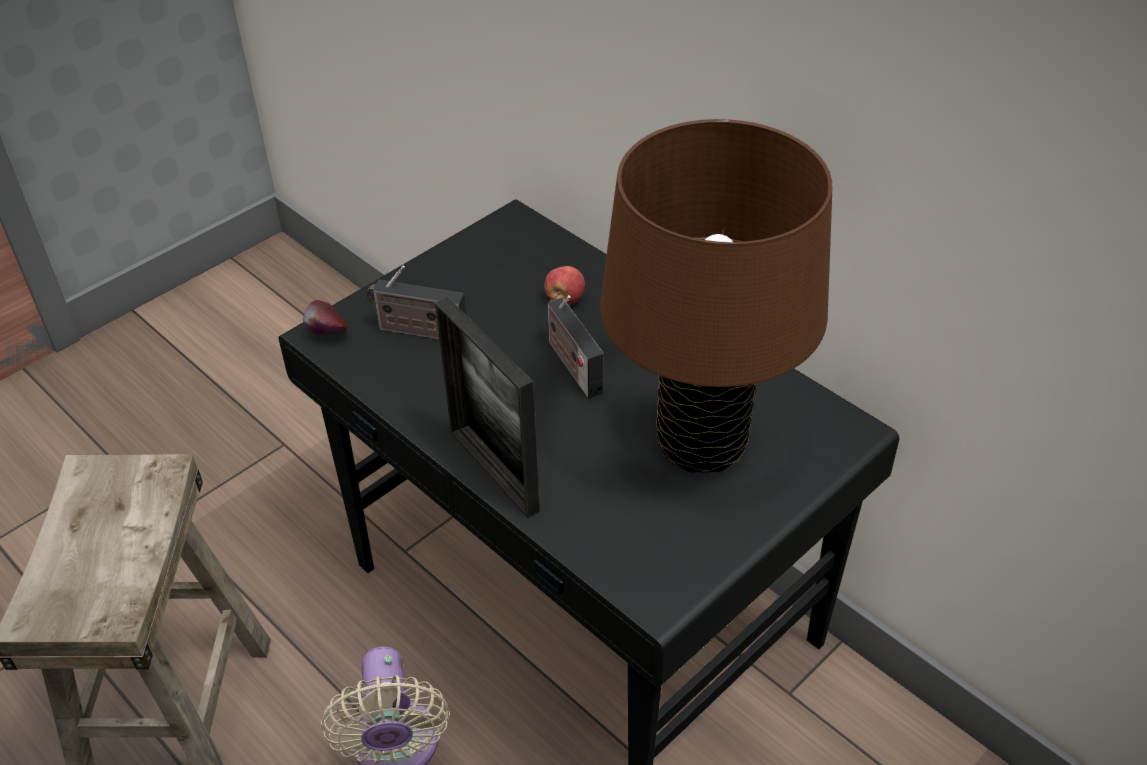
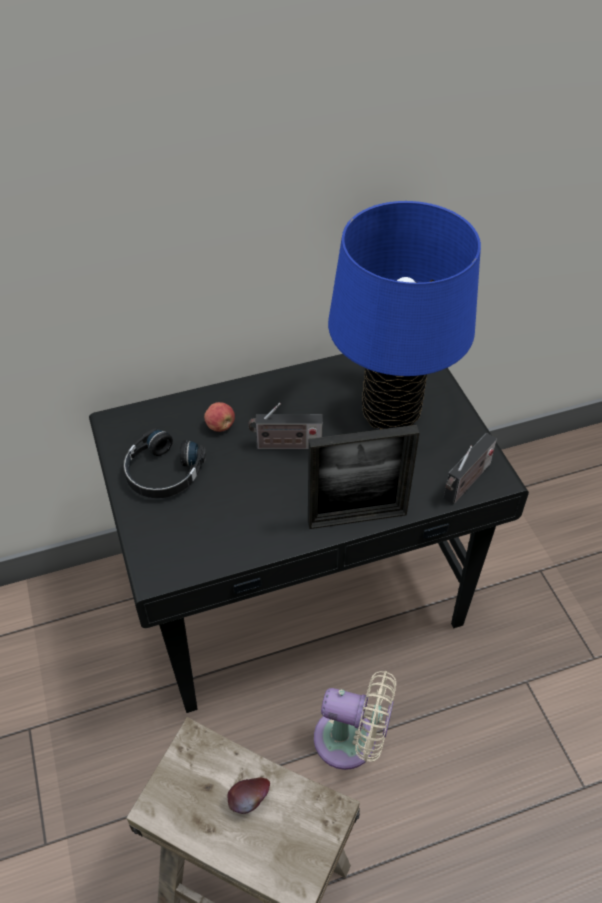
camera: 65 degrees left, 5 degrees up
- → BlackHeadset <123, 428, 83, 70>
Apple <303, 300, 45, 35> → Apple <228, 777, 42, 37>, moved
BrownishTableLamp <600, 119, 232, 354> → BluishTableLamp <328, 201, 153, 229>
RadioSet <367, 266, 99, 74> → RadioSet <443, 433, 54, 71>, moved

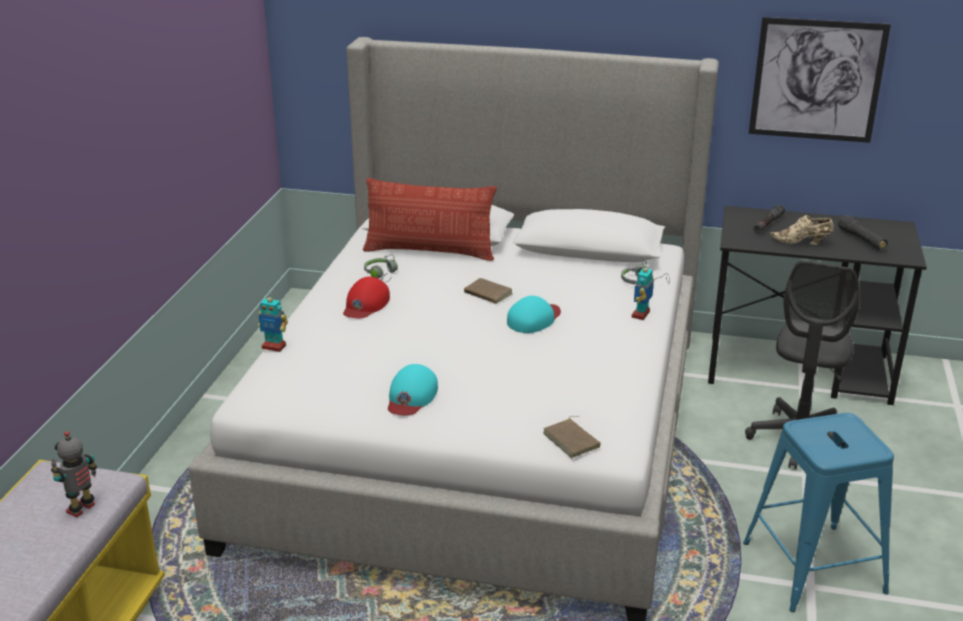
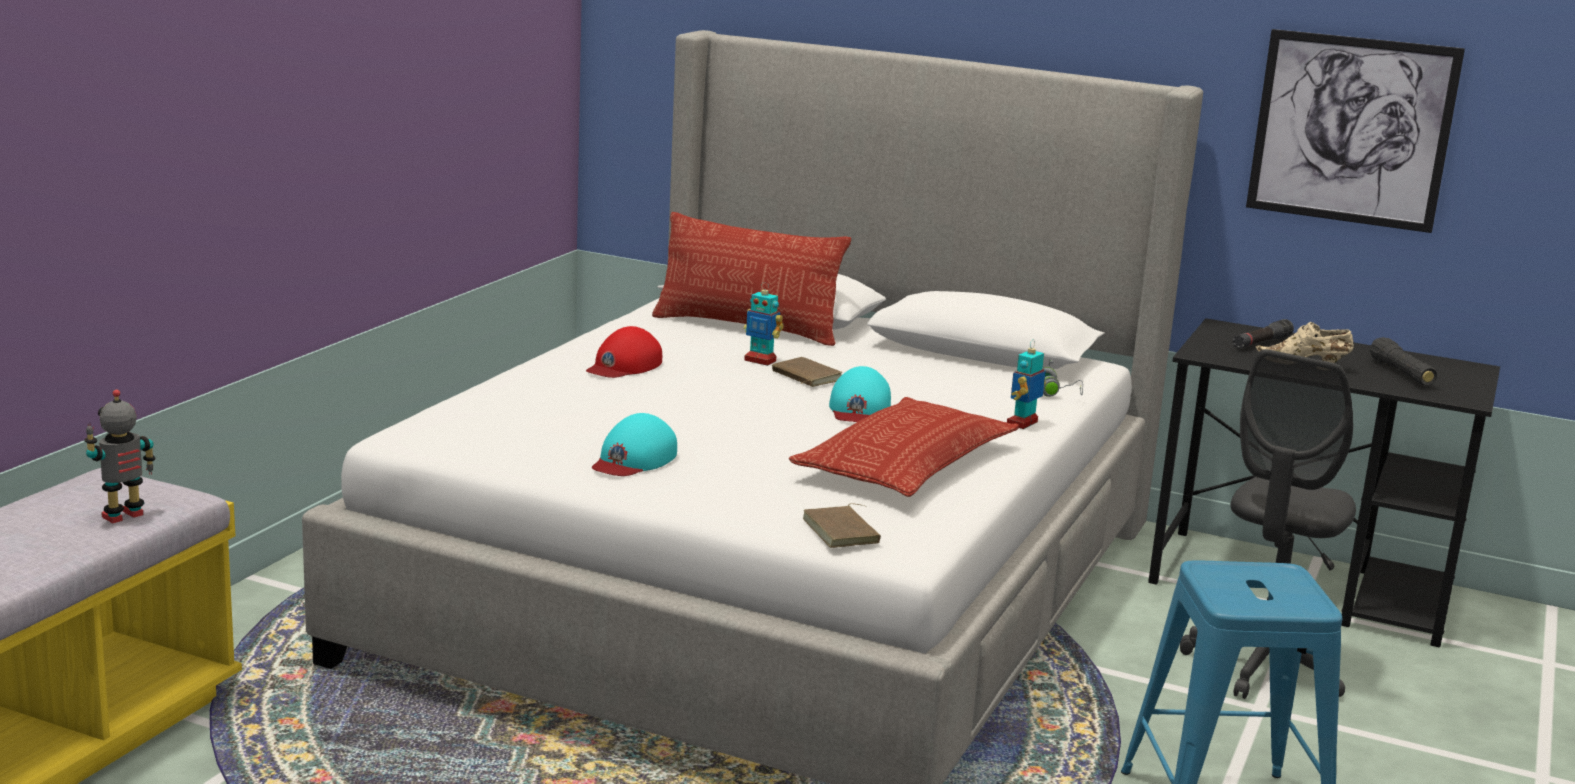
camera: 10 degrees right, 10 degrees down
ModelRobot <258, 297, 30, 55> → ModelRobot <744, 282, 40, 84>, moved
- → Pillow <789, 397, 230, 100>
TurquoiseColouredBaseballCap <507, 296, 54, 37> → TurquoiseColouredBaseballCap <829, 366, 62, 56>, 135 degrees clockwise
GrayHeadset <364, 255, 34, 28> → -

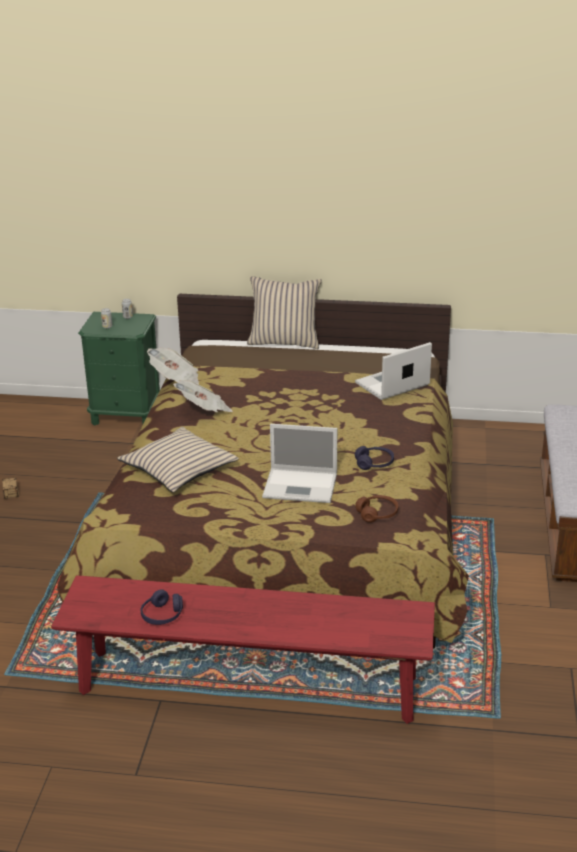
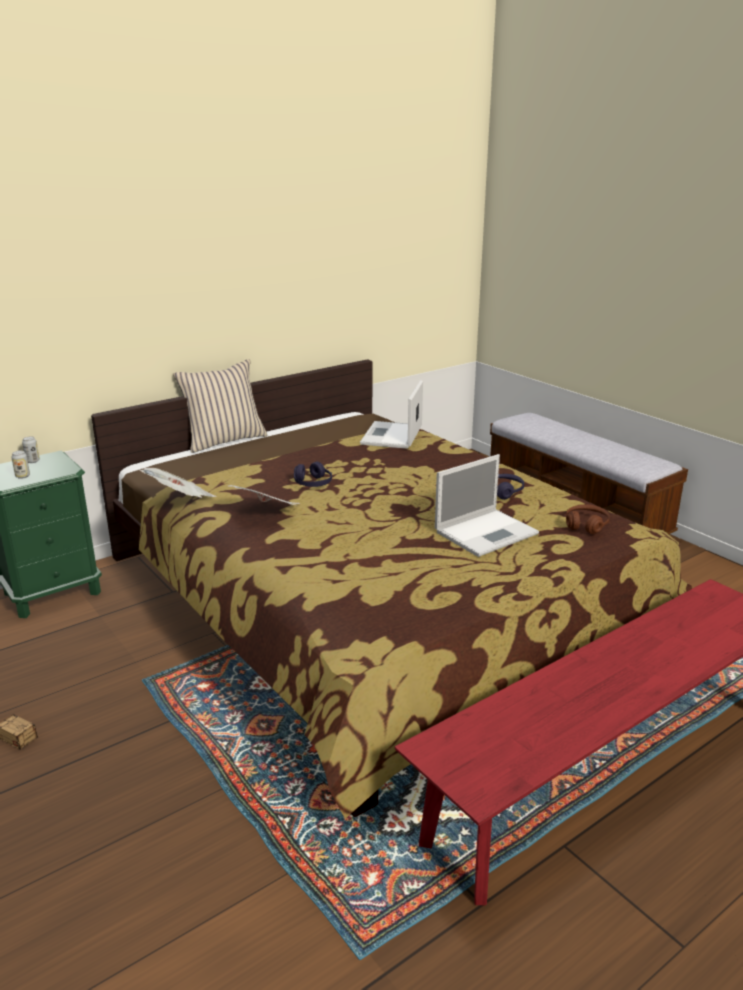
camera: 45 degrees left, 5 degrees down
PurplishHeadset <141, 589, 42, 36> → PurplishHeadset <294, 462, 38, 25>, moved
BeigePillow <117, 427, 122, 65> → -

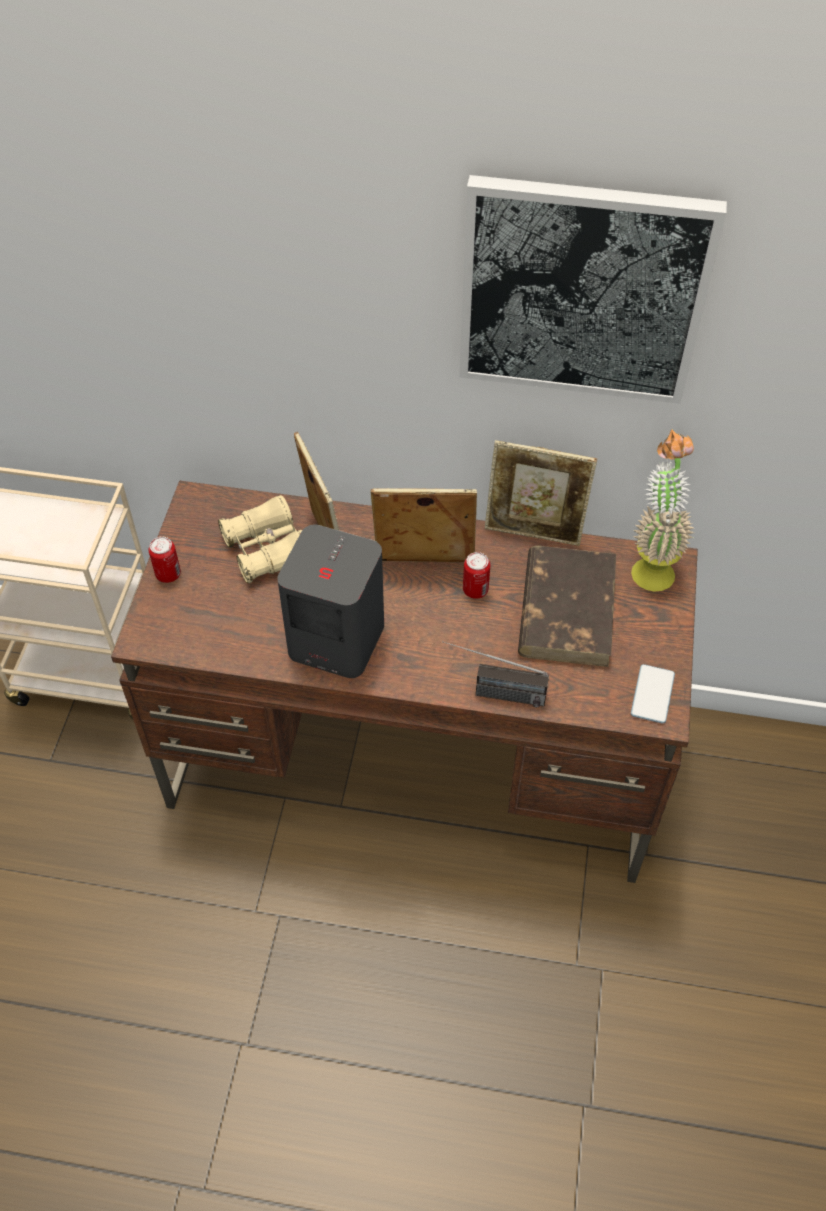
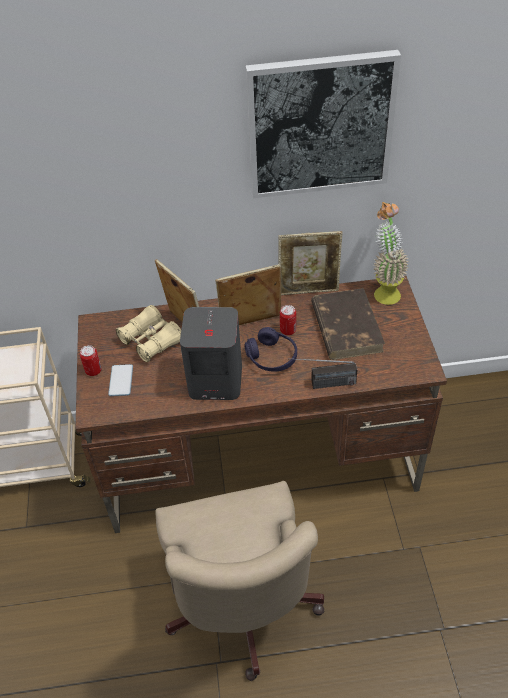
camera: 15 degrees left, 5 degrees down
Telephone <631, 664, 44, 60> → Telephone <108, 364, 25, 32>, moved
- → BeigeOfficeChair <156, 481, 168, 200>
- → PurplishHeadset <244, 327, 53, 45>

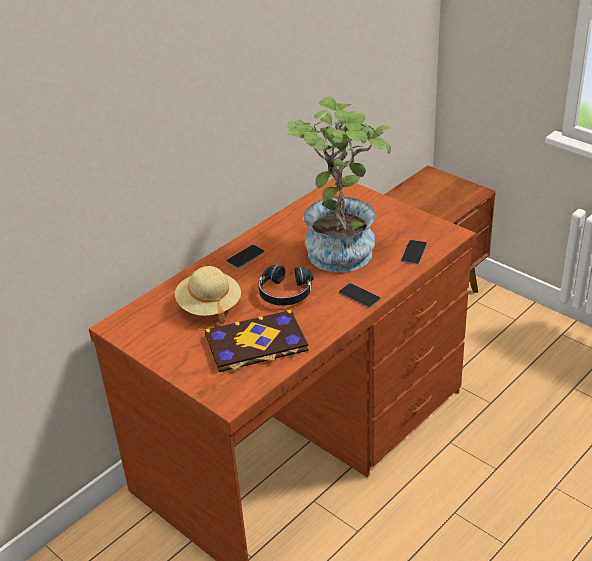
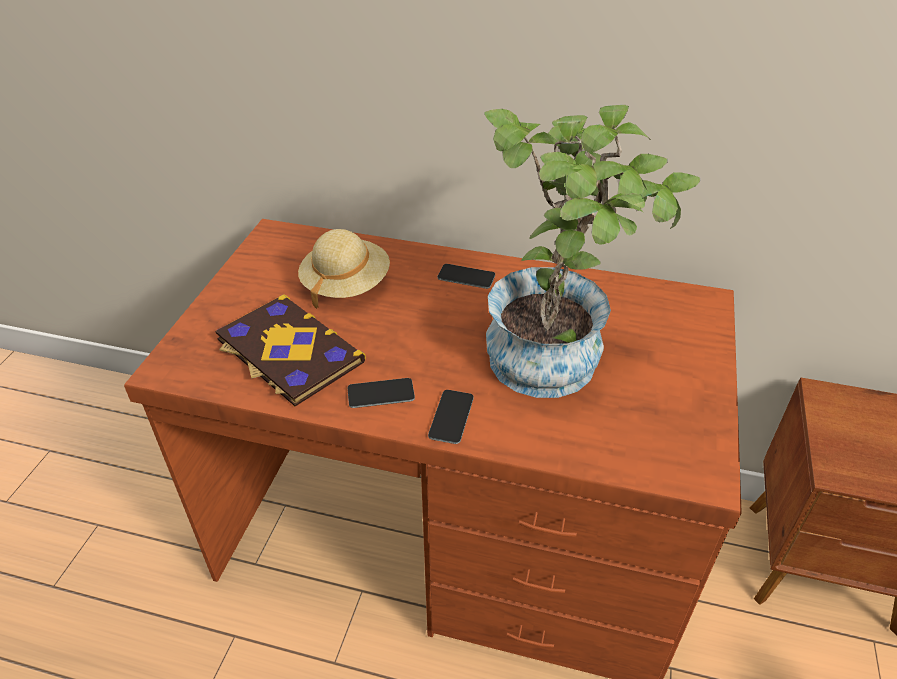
camera: 60 degrees right, 5 degrees up
Telephone <401, 240, 26, 24> → Telephone <348, 378, 67, 30>, moved
BlackHeadset <258, 265, 56, 41> → -

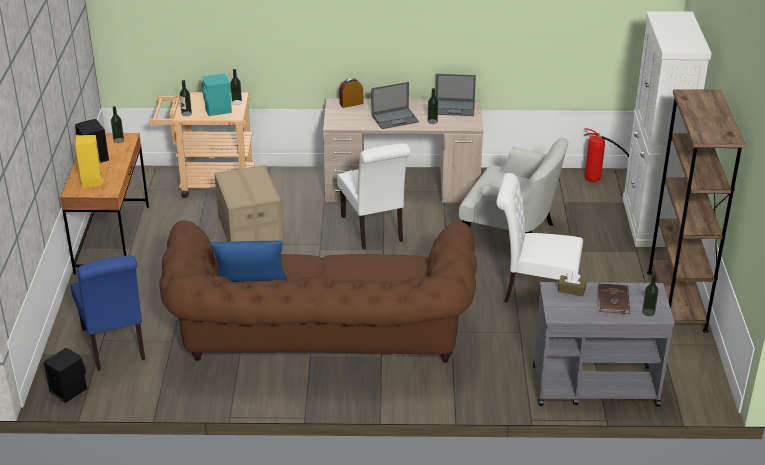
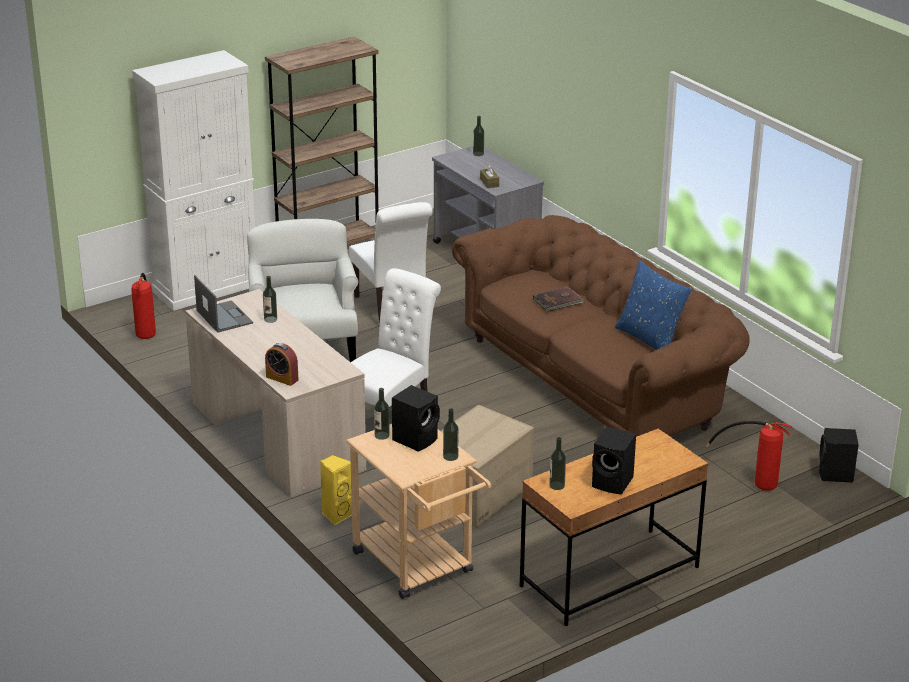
camera: 125 degrees left, 5 degrees down
YellowSpeaker <75, 135, 27, 53> → YellowSpeaker <320, 455, 32, 70>, moved
TurquoiseColouredSpeaker <202, 73, 30, 43> → BlackSpeaker <392, 385, 48, 67>
BrownishVolume <597, 283, 33, 31> → BrownishVolume <533, 286, 51, 26>, moved
BluishPlainChair <70, 255, 75, 116> → Extinguisher <706, 421, 86, 70>
PortableComputer <371, 82, 48, 47> → -

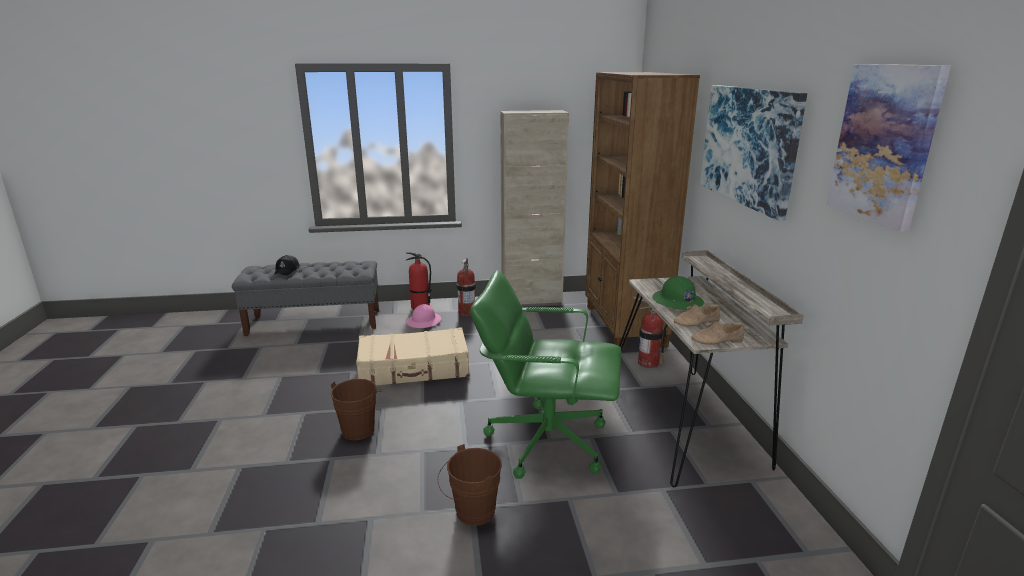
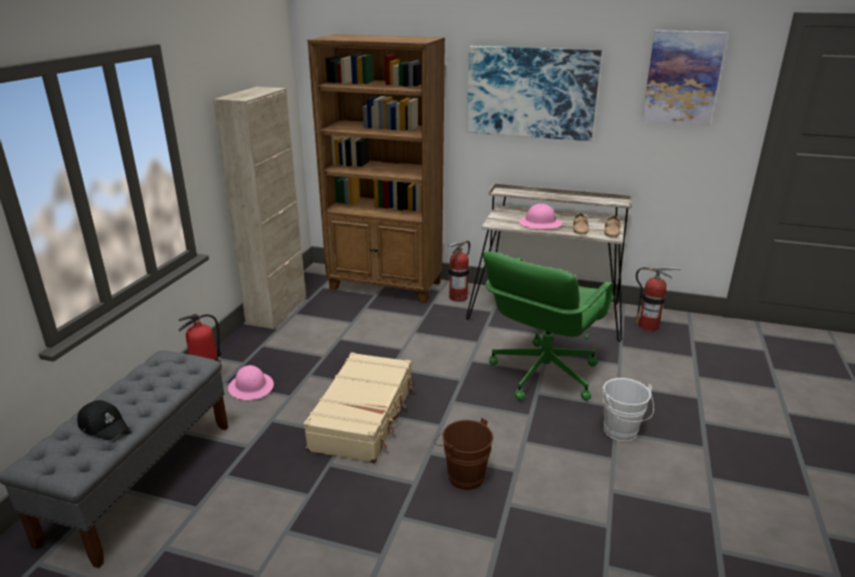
camera: 65 degrees left, 5 degrees up
GreenColouredWorkHelmet <652, 276, 52, 34> → PinkishWorkHelmet <519, 204, 43, 25>
BrownishWaterBucket <438, 444, 64, 82> → WhiteColouredWaterBucket <602, 378, 52, 63>
Extinguisher <457, 258, 19, 58> → Extinguisher <635, 266, 46, 65>, moved

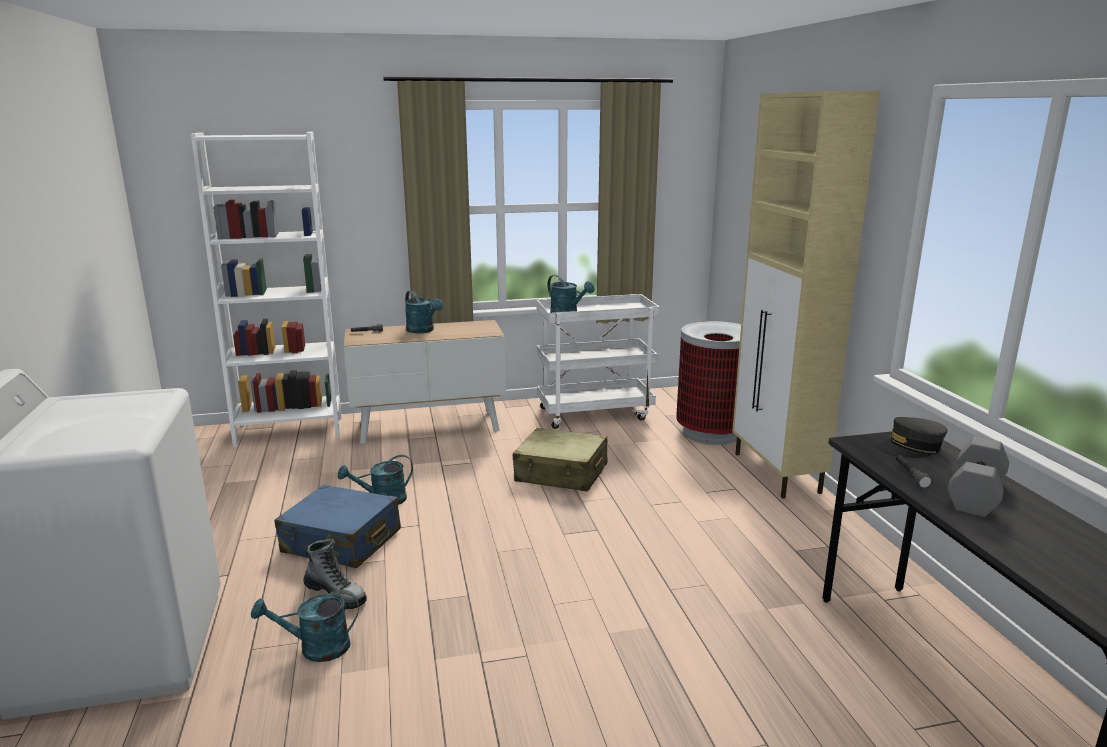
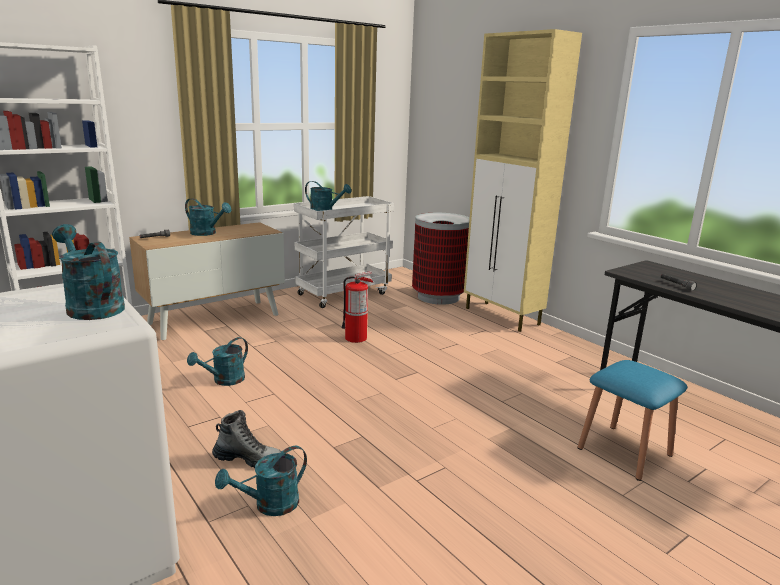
camera: 25 degrees left, 0 degrees up
- → TurquoiseColouredWateringPot <52, 224, 73, 96>
BeigeTravelCase <513, 428, 95, 64> → Extinguisher <341, 271, 33, 72>
- → BluishStool <578, 360, 109, 121>
BluishTravelCase <274, 485, 127, 83> → -
GrayBaseballCap <877, 417, 71, 41> → -
GrayHandWeight <947, 437, 62, 80> → -

